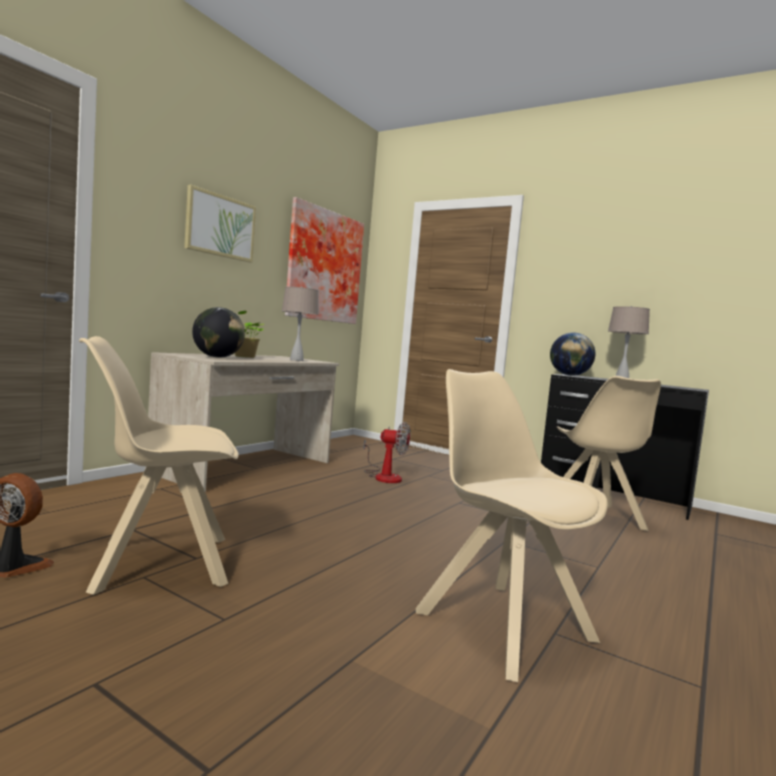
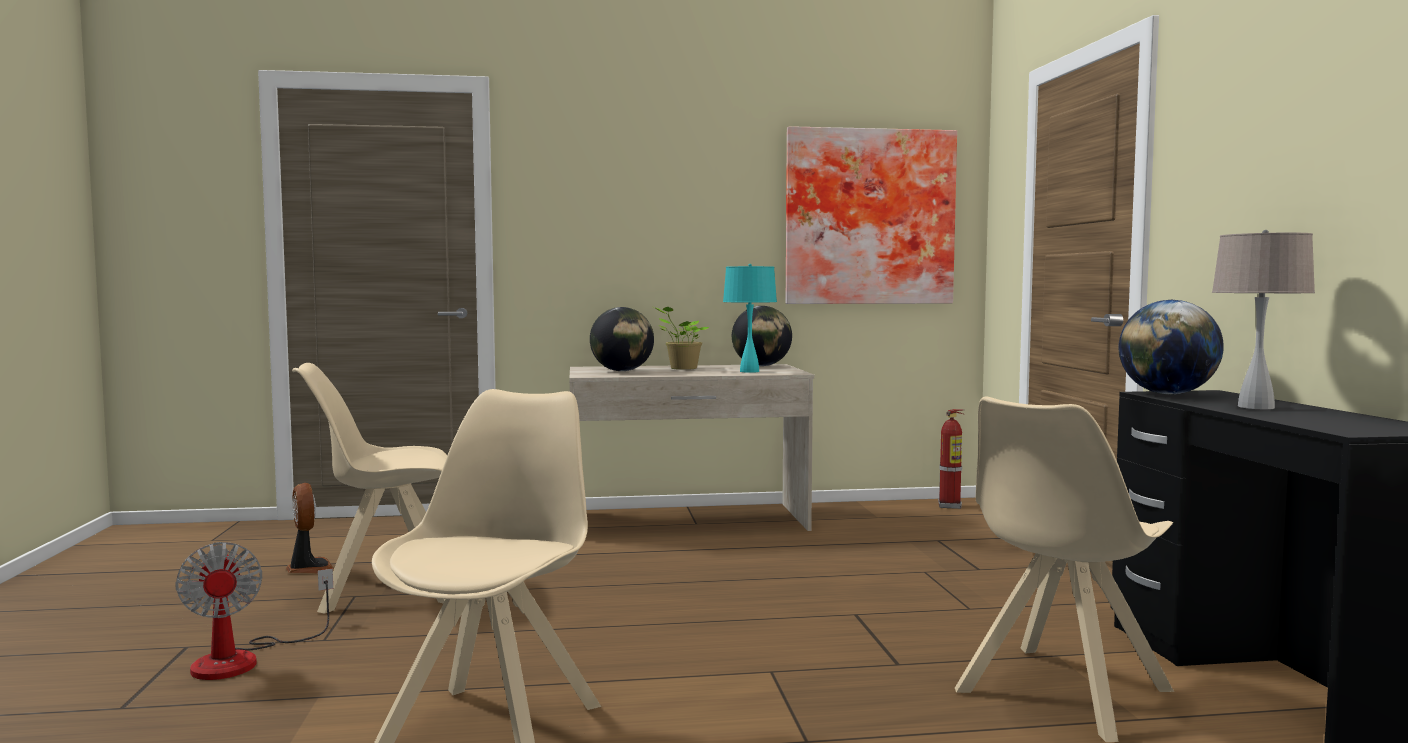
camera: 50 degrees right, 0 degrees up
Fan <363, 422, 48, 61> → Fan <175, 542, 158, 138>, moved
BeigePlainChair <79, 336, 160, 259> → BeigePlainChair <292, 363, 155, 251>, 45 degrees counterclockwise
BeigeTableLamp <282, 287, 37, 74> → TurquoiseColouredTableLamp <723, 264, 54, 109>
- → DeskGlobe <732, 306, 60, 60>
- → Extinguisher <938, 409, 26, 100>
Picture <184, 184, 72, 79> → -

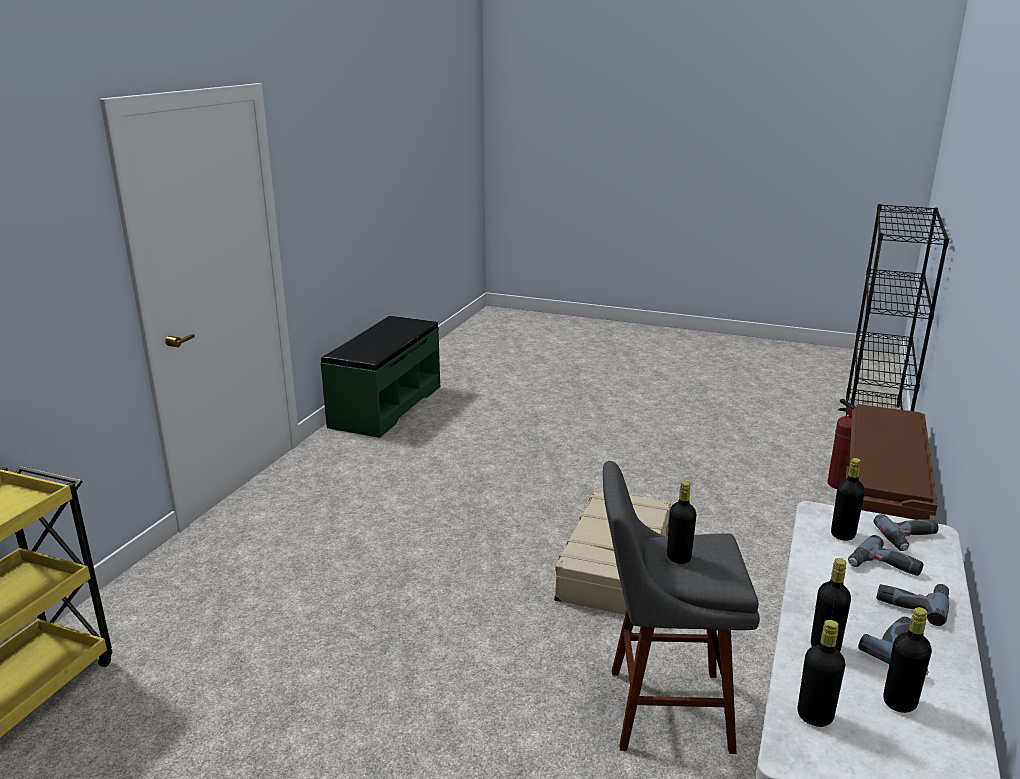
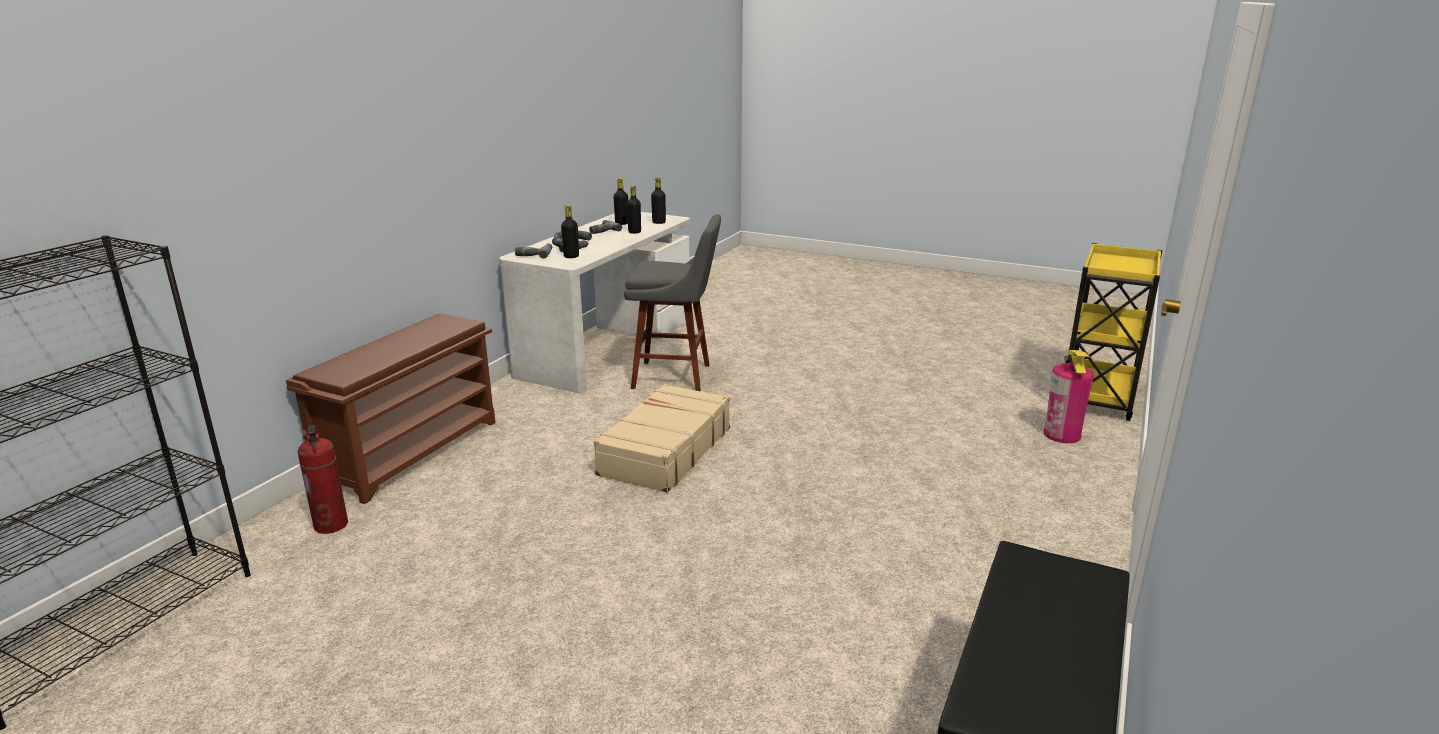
camera: 175 degrees left, 0 degrees up
- → Extinguisher <1044, 350, 50, 93>
BlackBottle <667, 481, 29, 83> → -

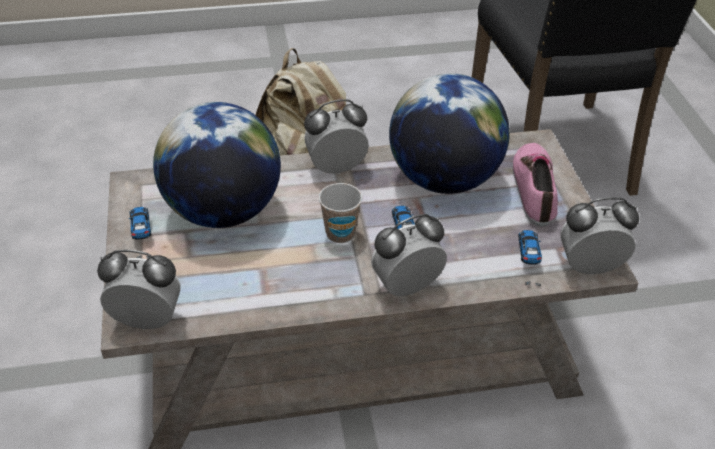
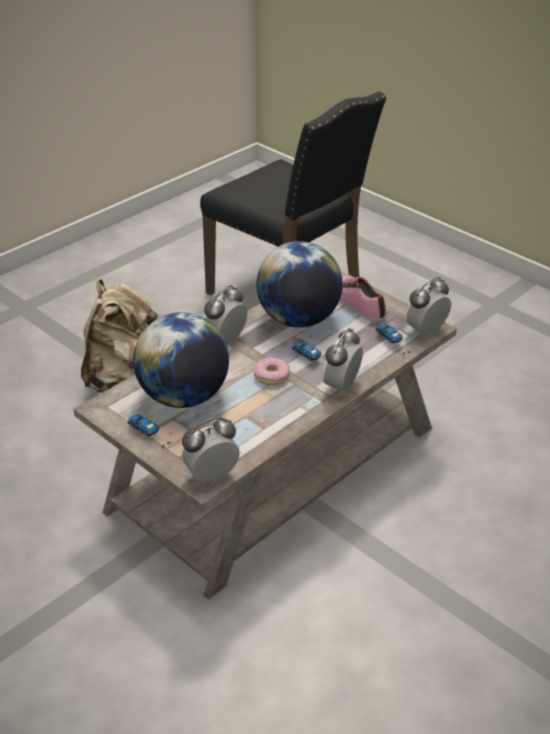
camera: 35 degrees left, 5 degrees down
SmallCup <319, 183, 43, 60> → Donut <254, 357, 35, 28>

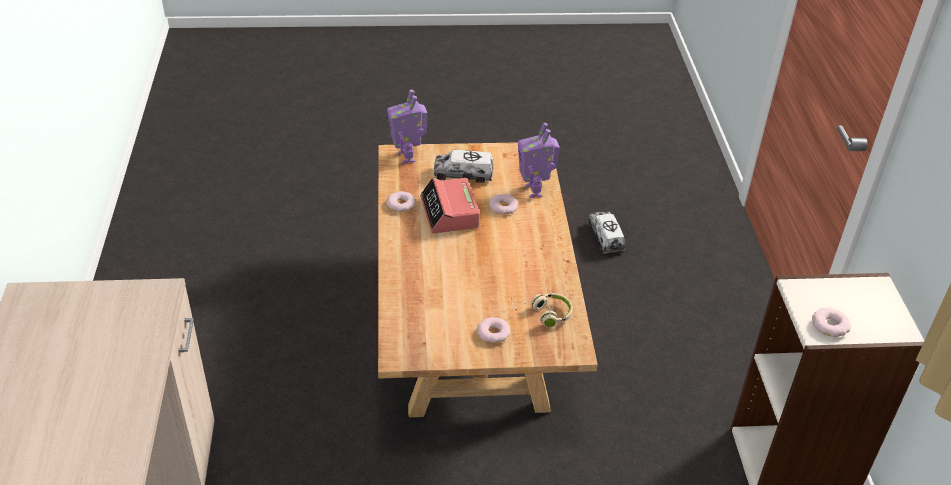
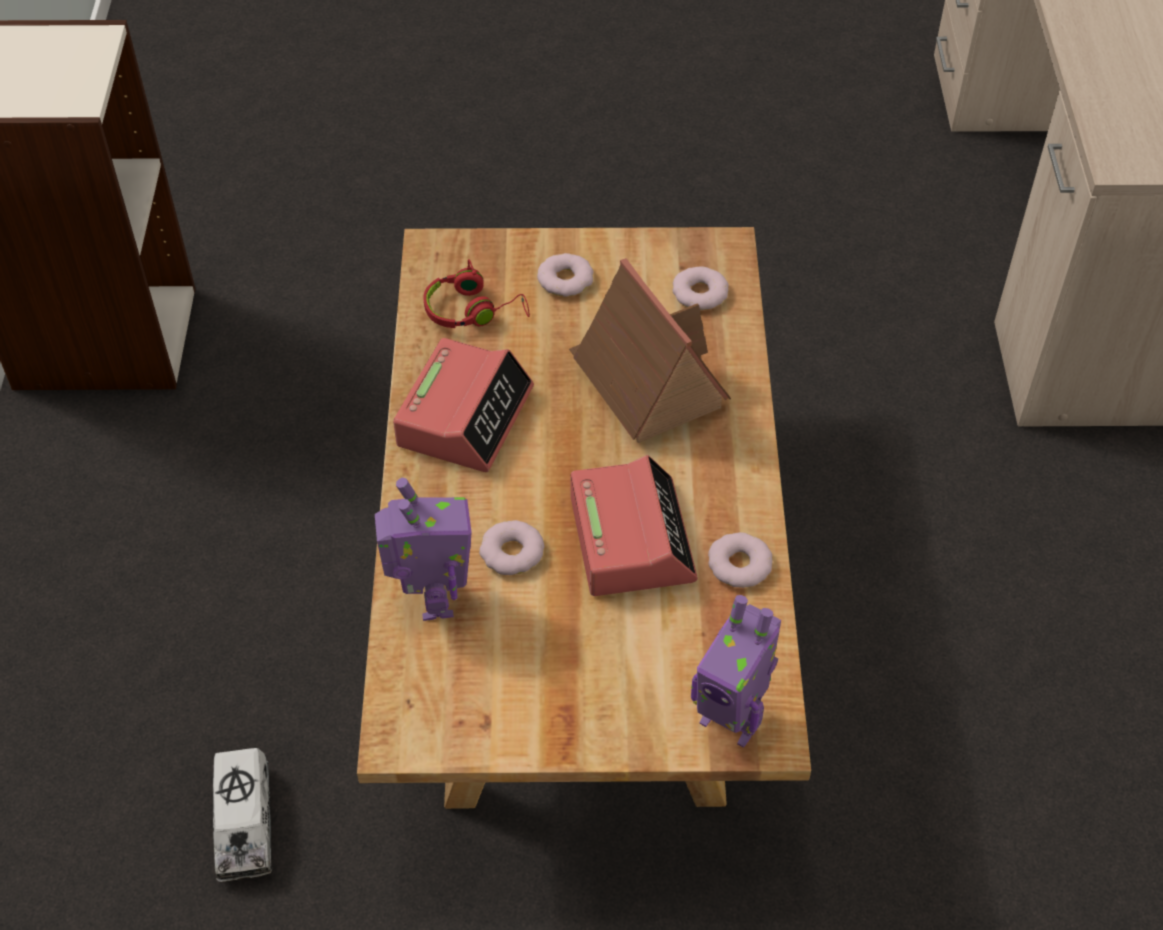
camera: 175 degrees left, 10 degrees up
- → TableClock <393, 338, 141, 134>
BeigeHeadset <511, 293, 62, 34> → RedHeadset <423, 259, 107, 69>
- → ToyHouse <569, 258, 162, 185>
Donut <812, 308, 39, 29> → Donut <673, 266, 56, 44>, moved
ModelRobot <387, 90, 41, 74> → ModelRobot <691, 595, 90, 153>, 135 degrees clockwise
ToyTruck <434, 150, 60, 33> → -

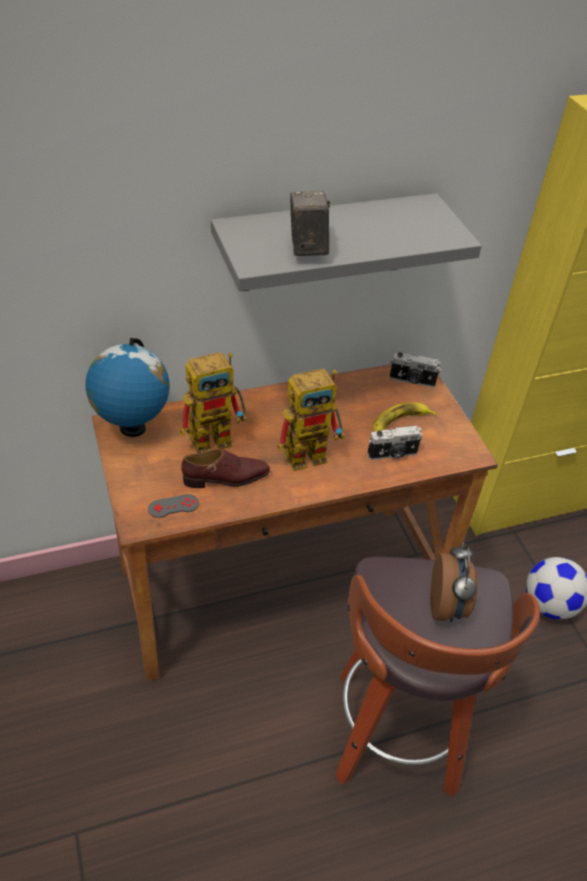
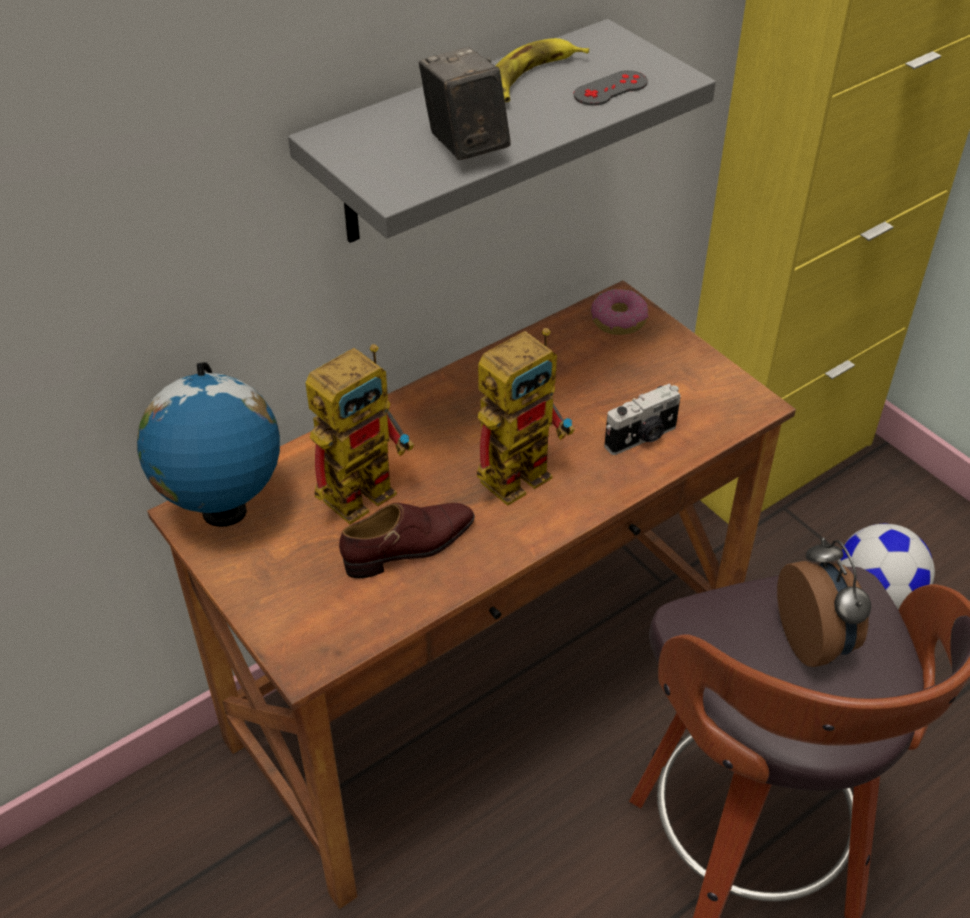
camera: 15 degrees left, 0 degrees up
Banana <373, 402, 64, 29> → Banana <496, 38, 93, 64>, moved
GrayGameController <148, 494, 51, 24> → GrayGameController <573, 70, 75, 36>, moved
PhotoCamera <390, 352, 51, 35> → Donut <591, 289, 57, 46>

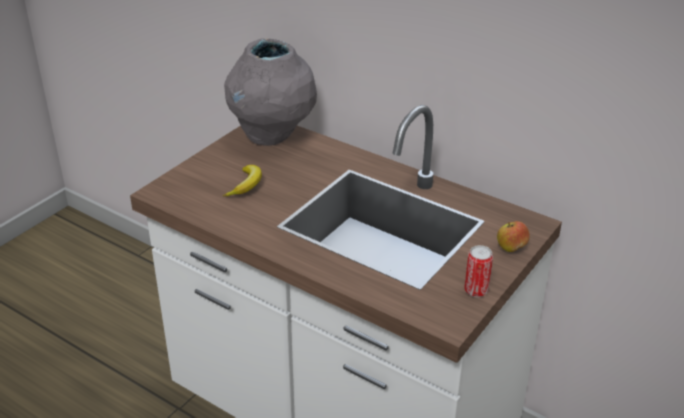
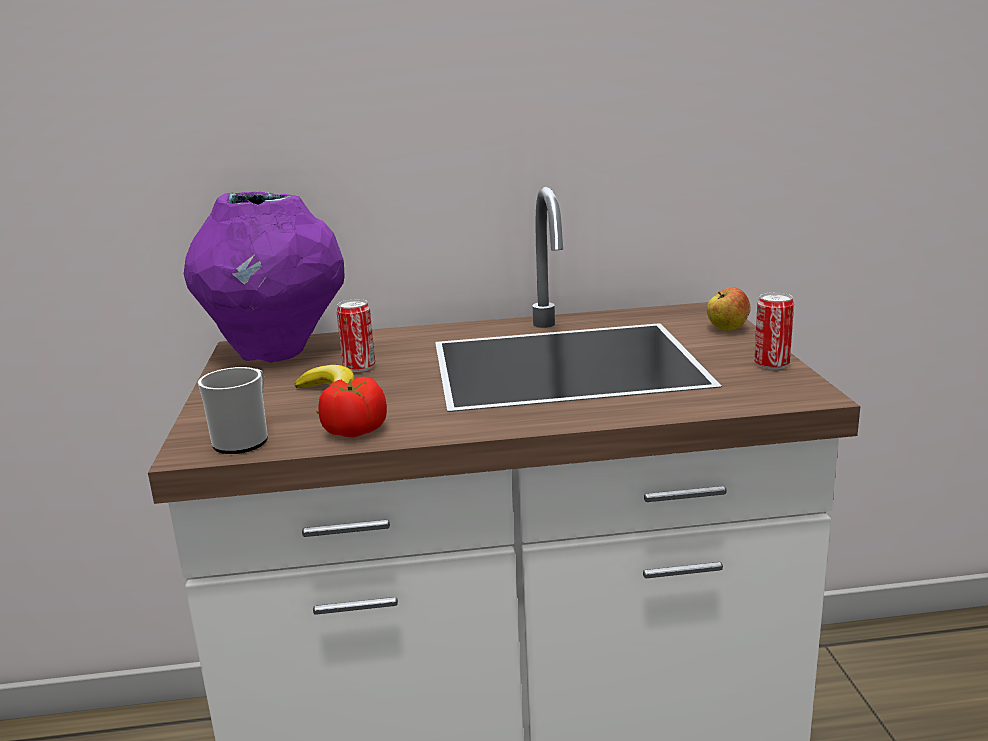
camera: 40 degrees left, 15 degrees down
GrayFlowerVase <224, 39, 93, 107> → PurplishFlowerVase <184, 191, 161, 171>
- → TeaMug <198, 367, 70, 87>
- → Tomato <318, 377, 69, 61>
- → Can <336, 299, 39, 73>

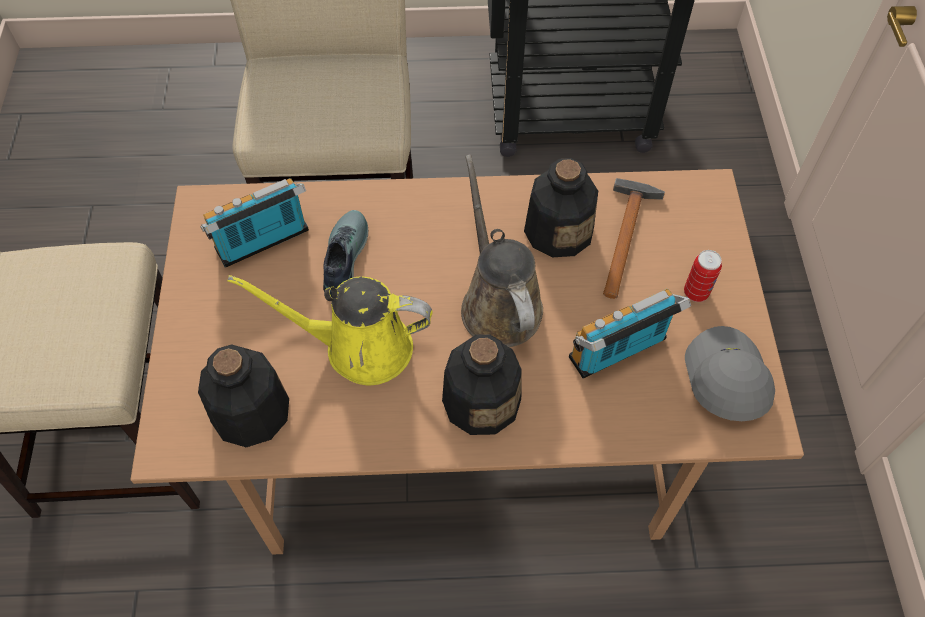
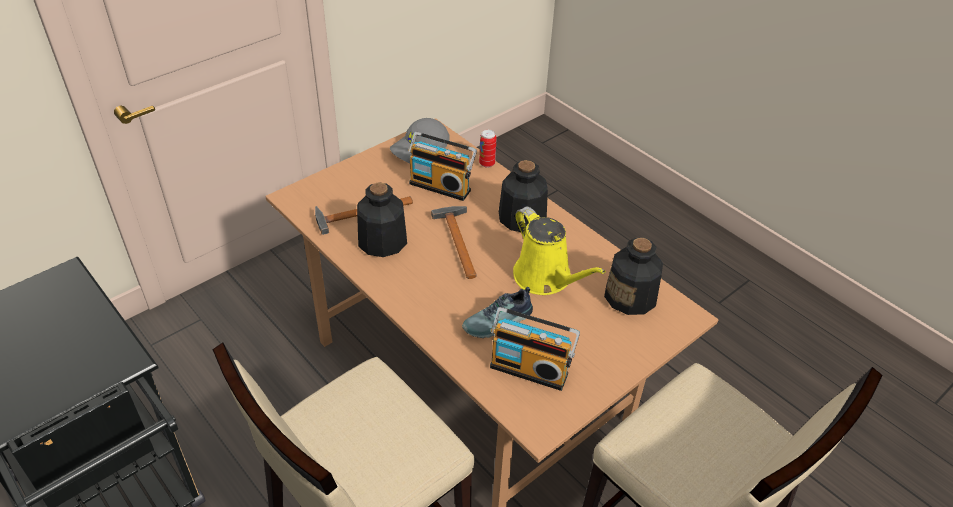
camera: 130 degrees left, 15 degrees down
BrownishWateringPot <461, 154, 82, 193> → ToolHammer <431, 206, 46, 73>
Can <684, 250, 38, 52> → Can <479, 130, 18, 38>, moved

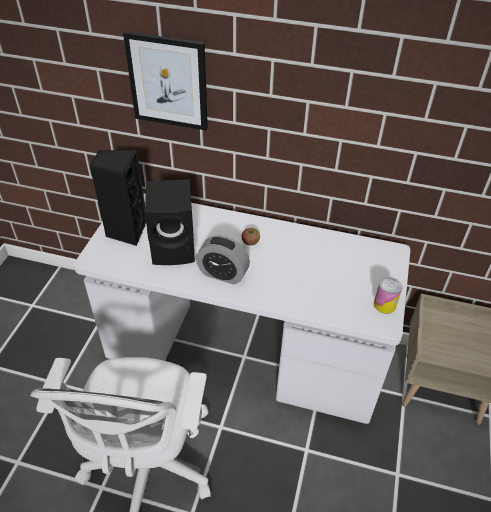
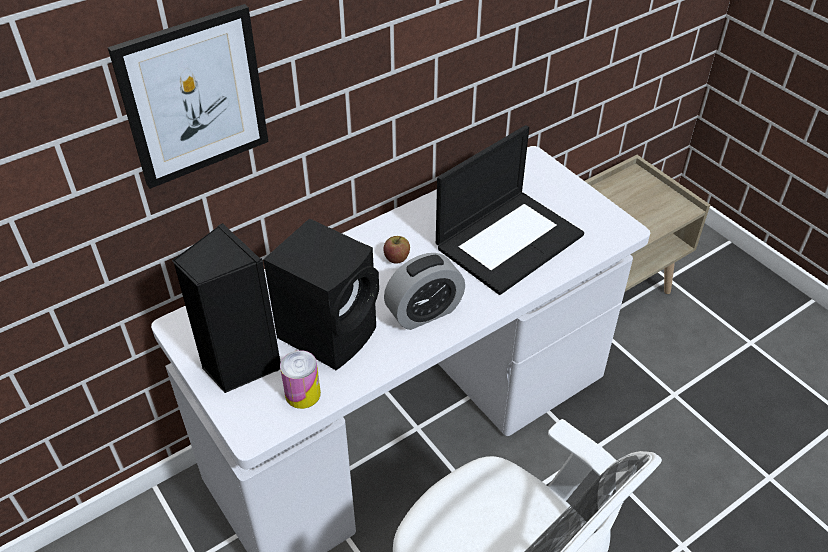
camera: 50 degrees left, 0 degrees up
Can <374, 277, 28, 37> → Can <280, 350, 41, 59>, moved
- → PortableComputer <436, 125, 148, 170>

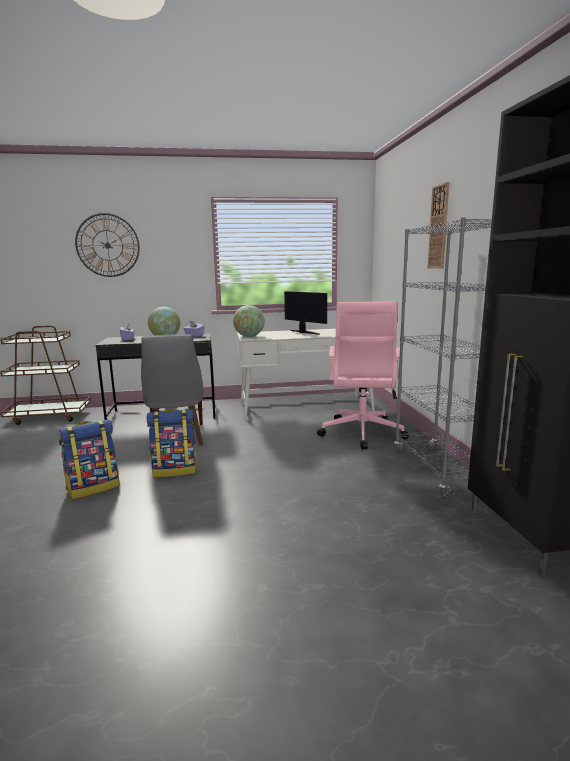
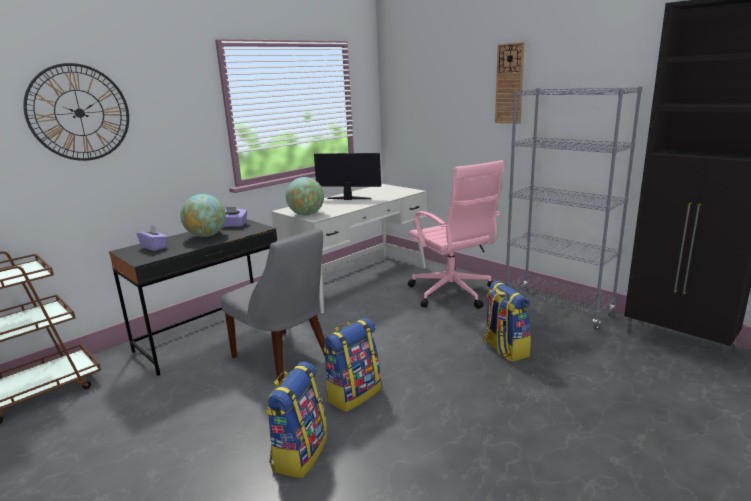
camera: 35 degrees left, 5 degrees up
- → Backpack <483, 281, 48, 81>

